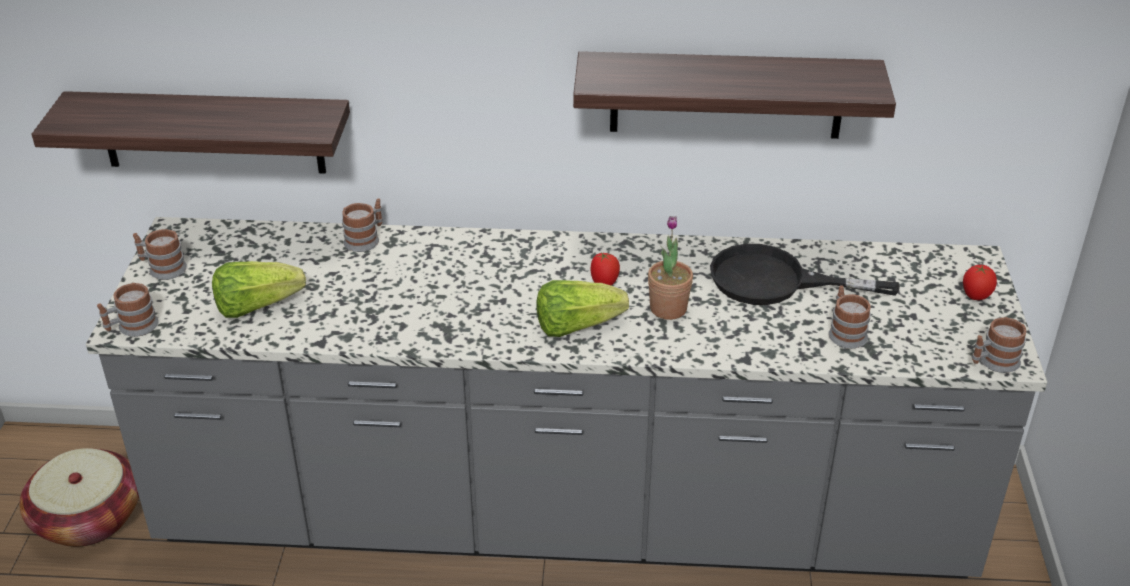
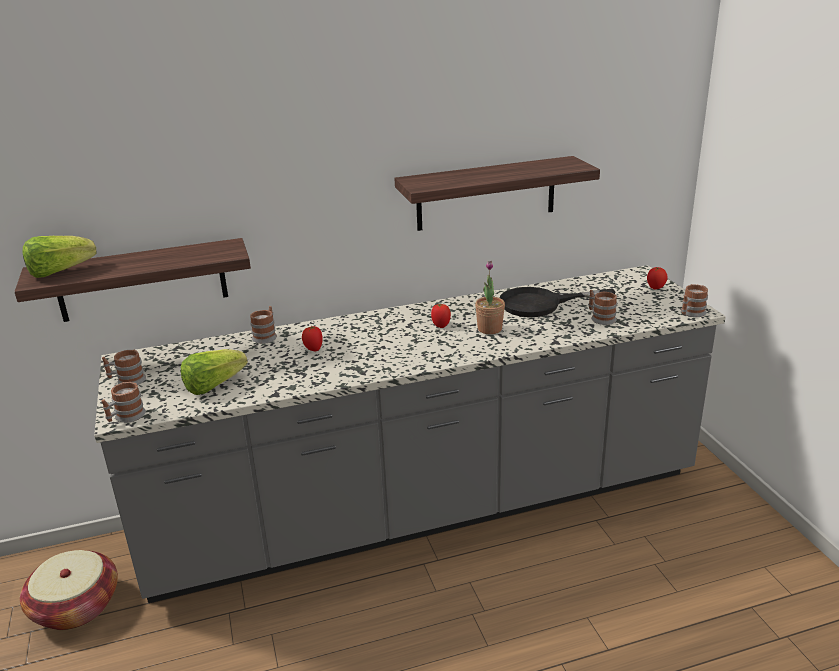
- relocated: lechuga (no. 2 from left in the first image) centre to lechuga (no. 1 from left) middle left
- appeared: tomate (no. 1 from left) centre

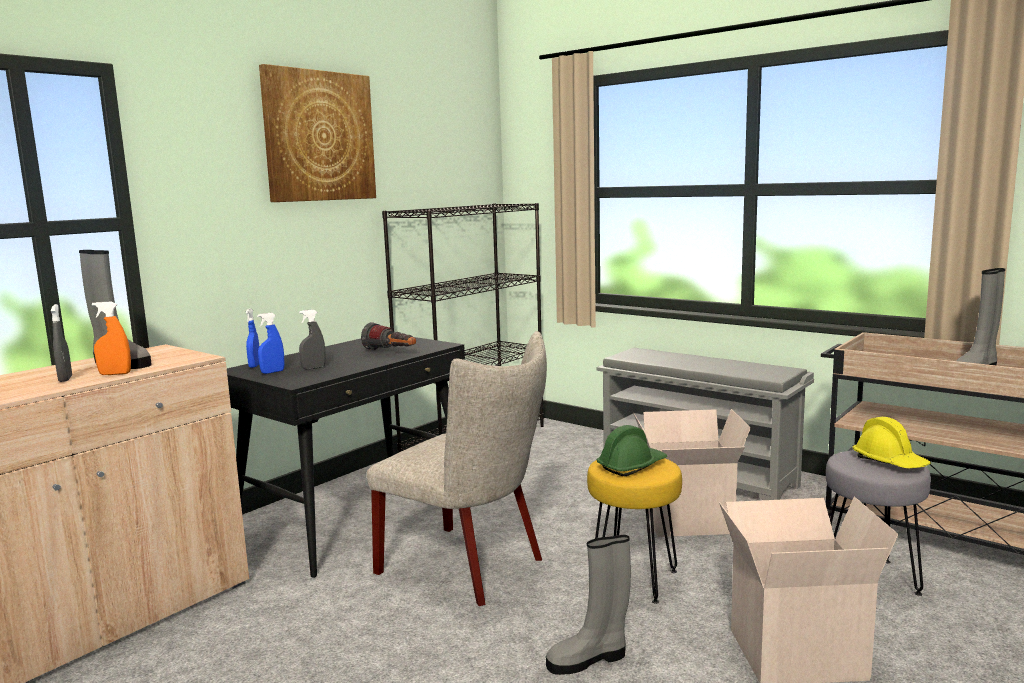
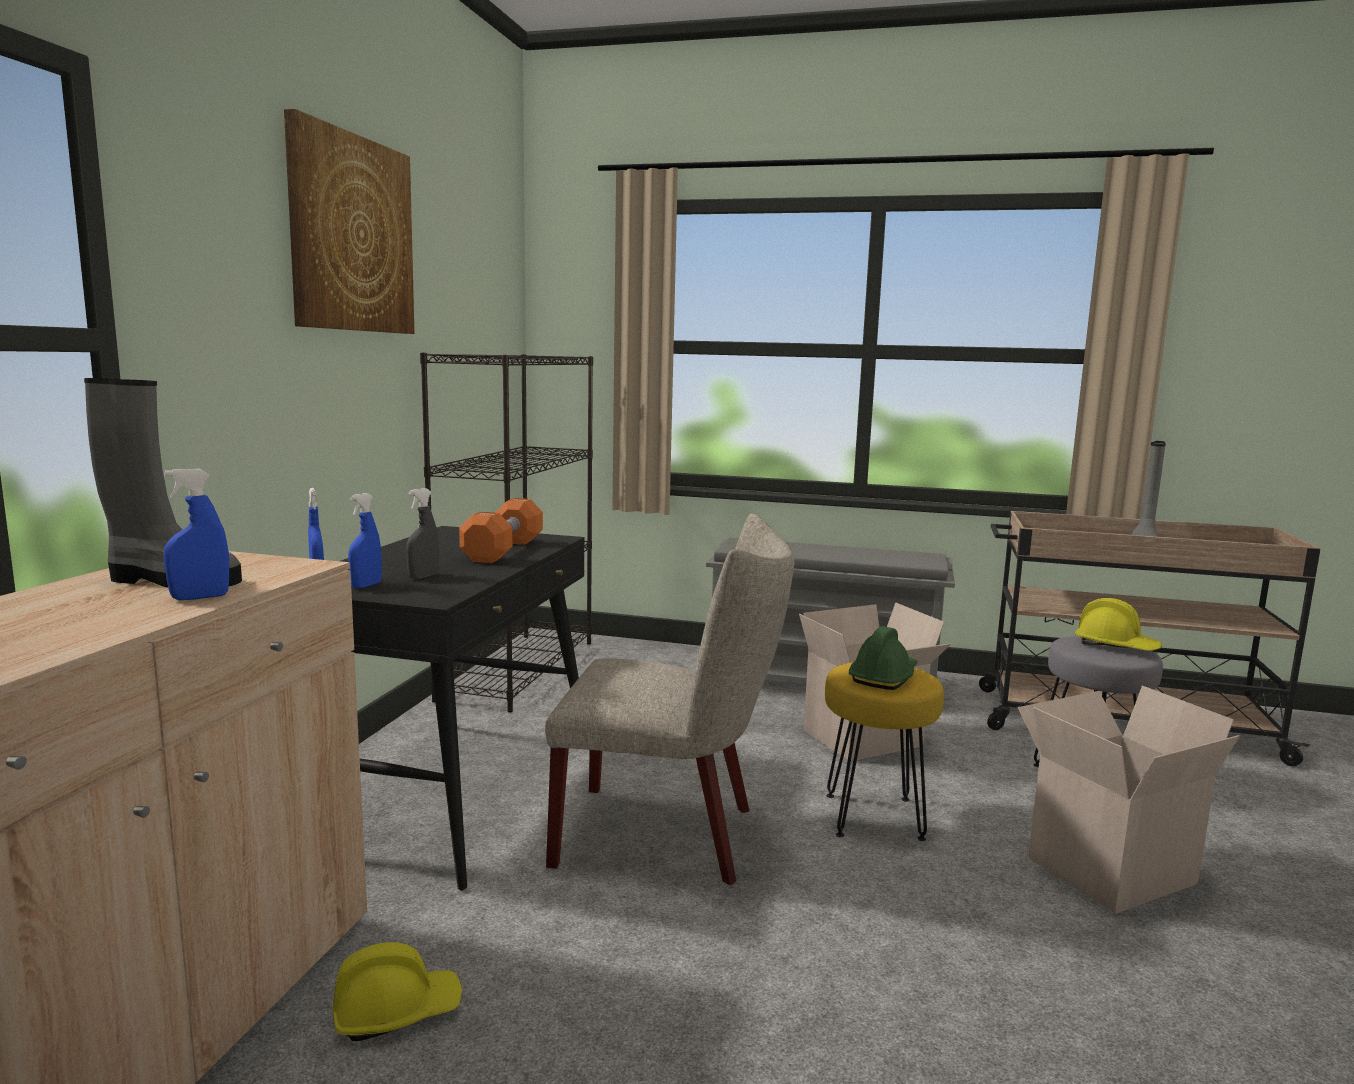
- colour: pulverizador [naranja] middle left to pulverizador [azul] (no. 1 from left) middle left
- appeared: casco [amarillo] (no. 1 from left) bottom left
- exchanged: linterna centre to mancuerna [naranja] centre
- missing: pulverizador [gris] (no. 1 from left) middle left
- missing: bota [gris] (no. 2 from left) bottom centre

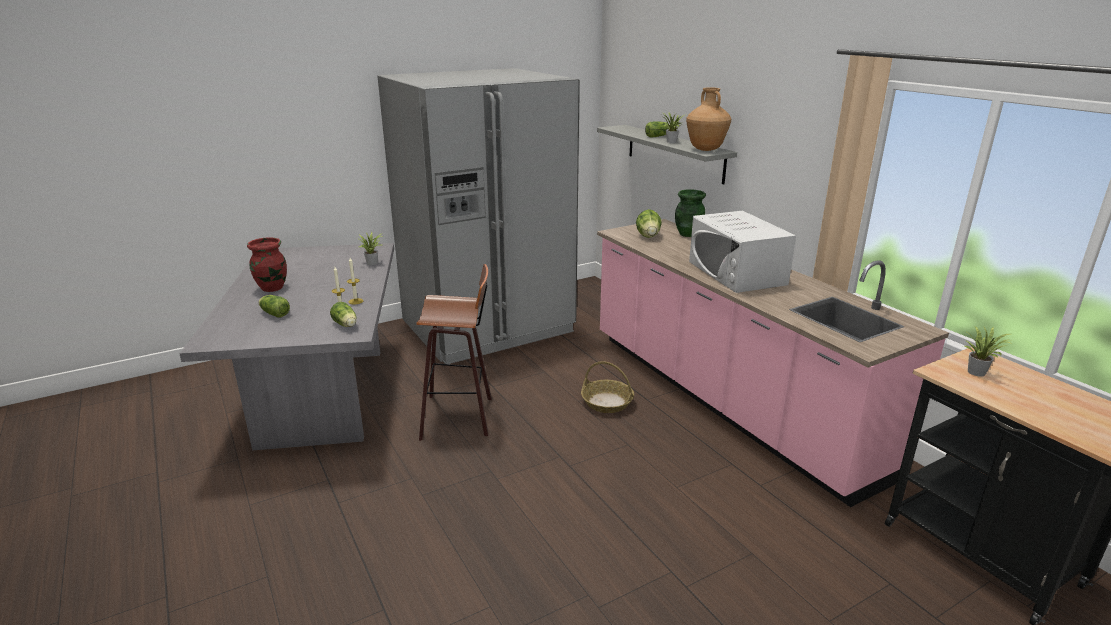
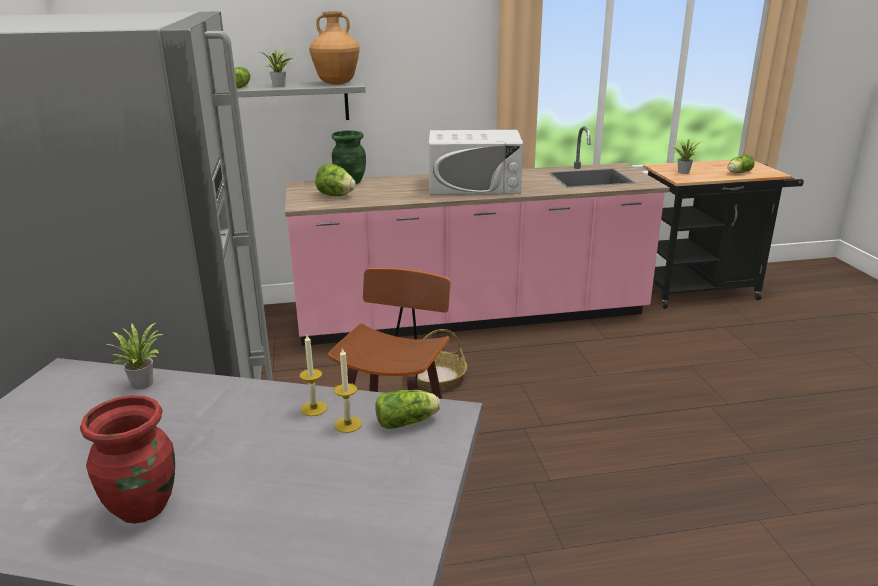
- relocated: lechuga (no. 1 from left in the first image) middle left to lechuga (no. 4 from left) top right

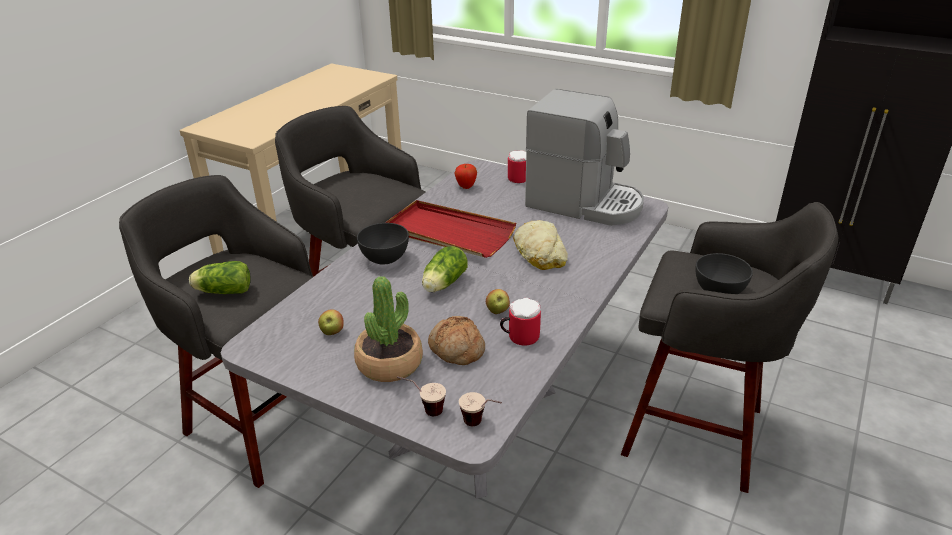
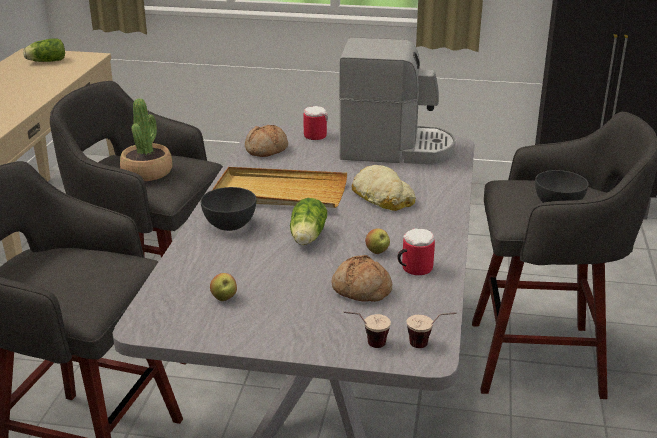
- relocated: lechuga (no. 1 from left) middle left to top left
- relocated: planta en maceta centre to top left
- colour: bandeja [rojo] centre to bandeja [beis] centre
- exchanged: manzana (no. 2 from left) top centre to pan (no. 1 from left) top centre

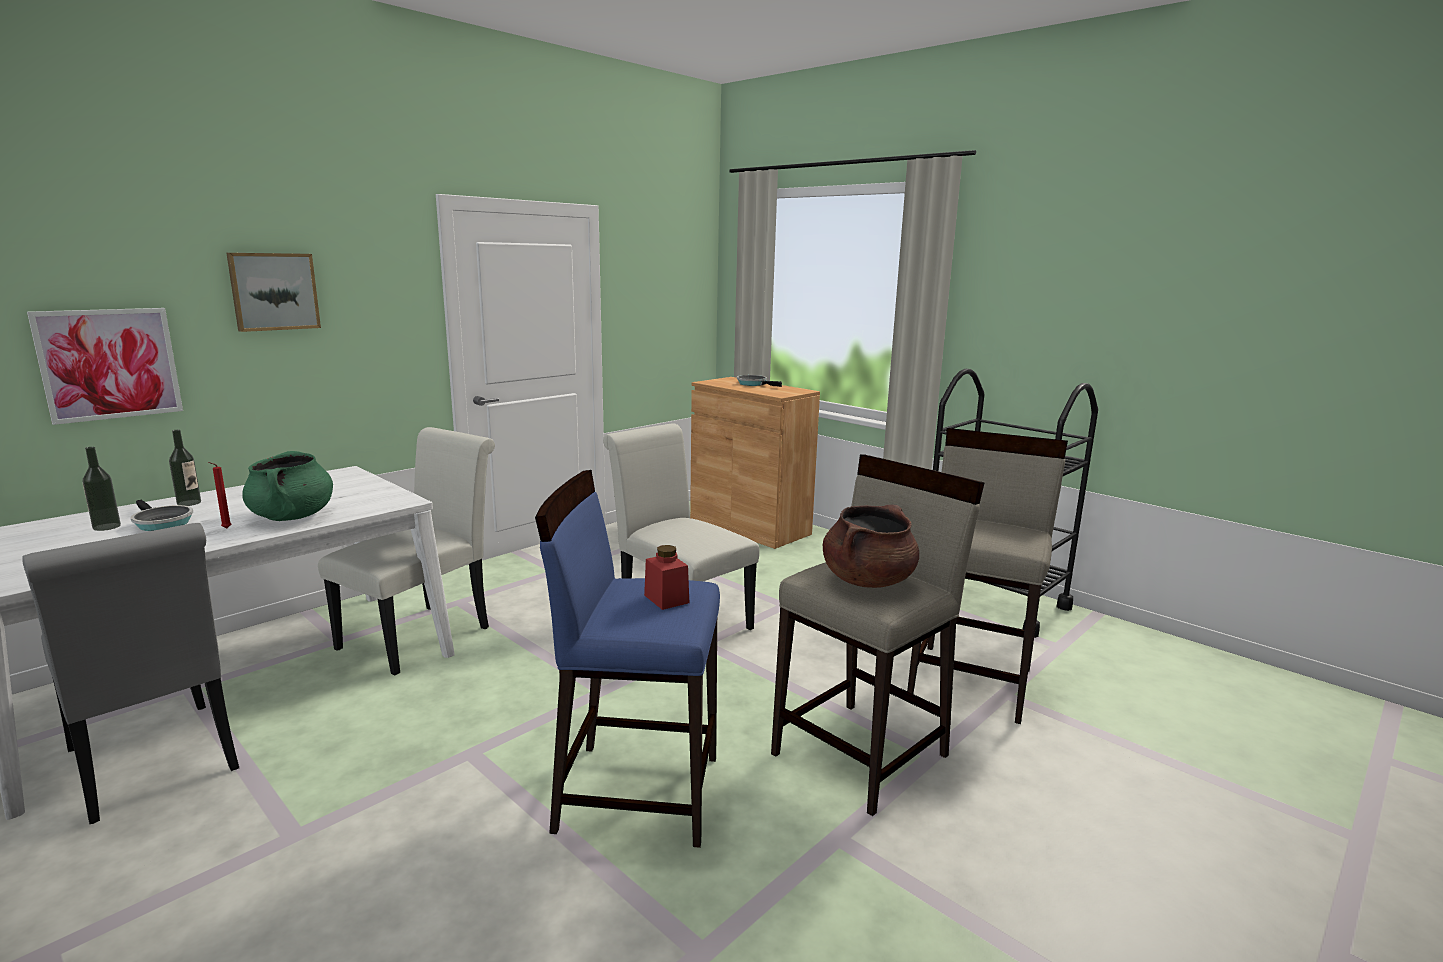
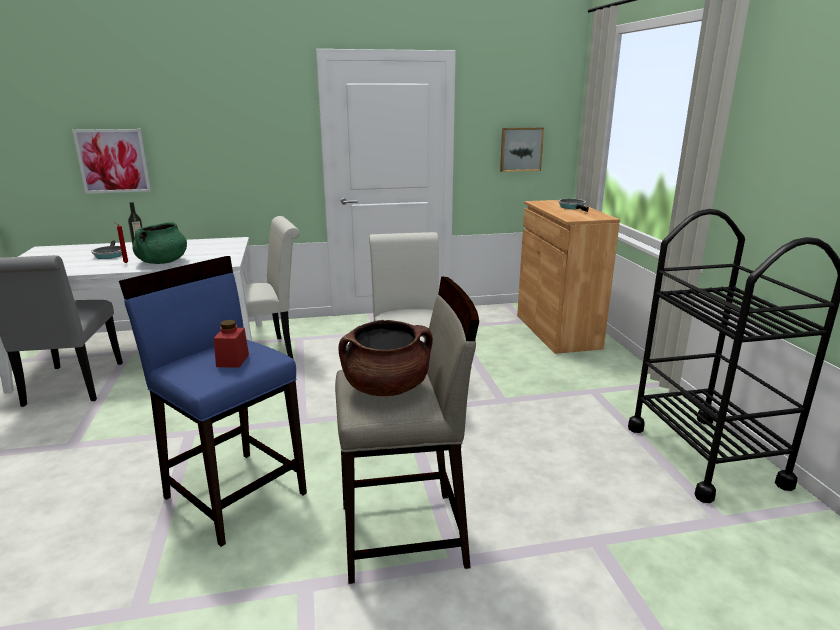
- relocated: cuadro (no. 2 from left) top left to top centre
- missing: botella (no. 1 from left) middle left
- missing: taburete [beis] (no. 2 from left) middle right

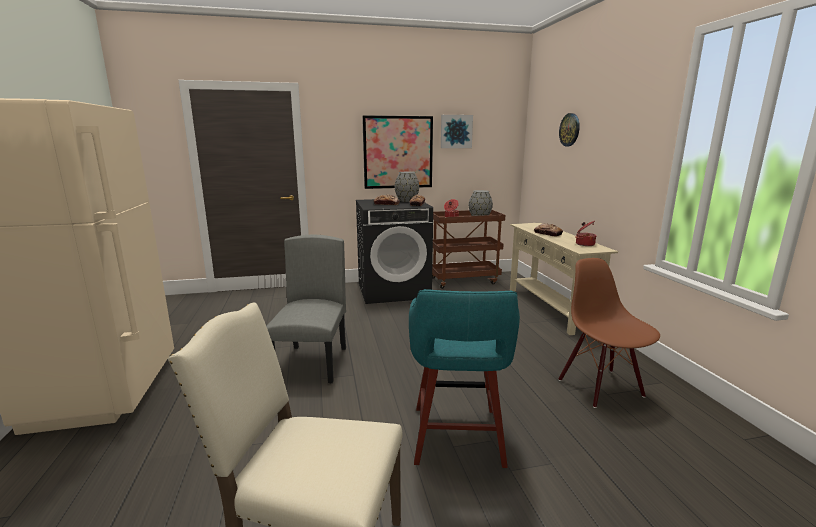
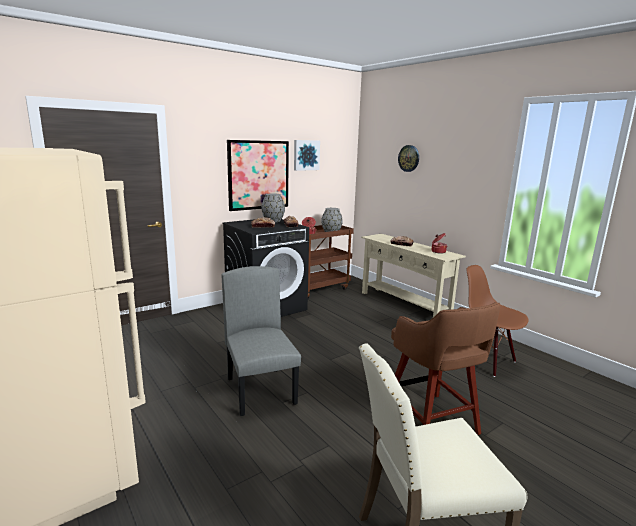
- colour: taburete [turquesa] bottom centre to taburete [marrón] bottom right

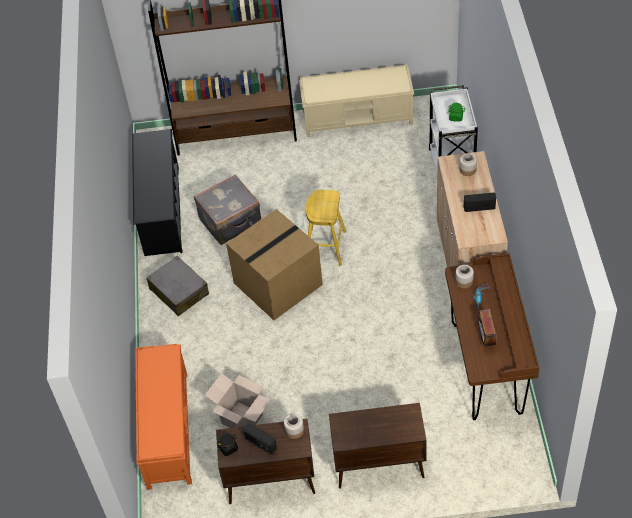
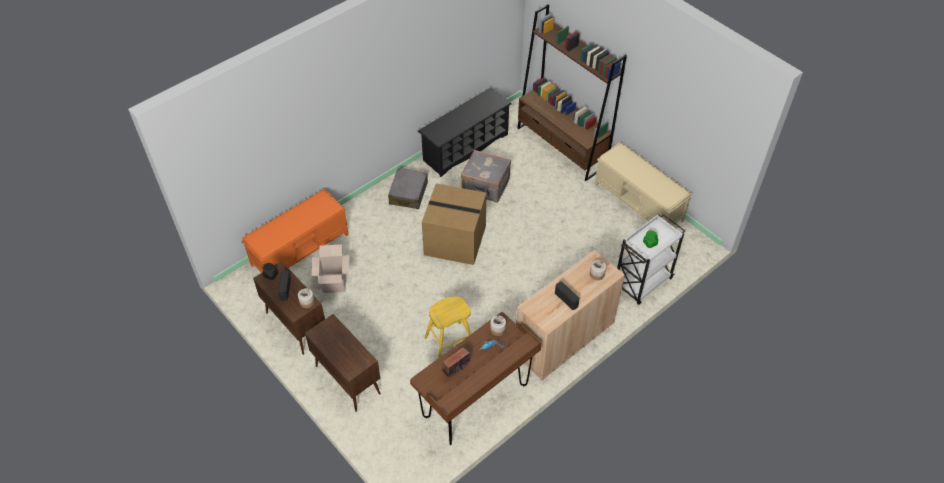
- relocated: taburete [amarillo] centre to bottom centre

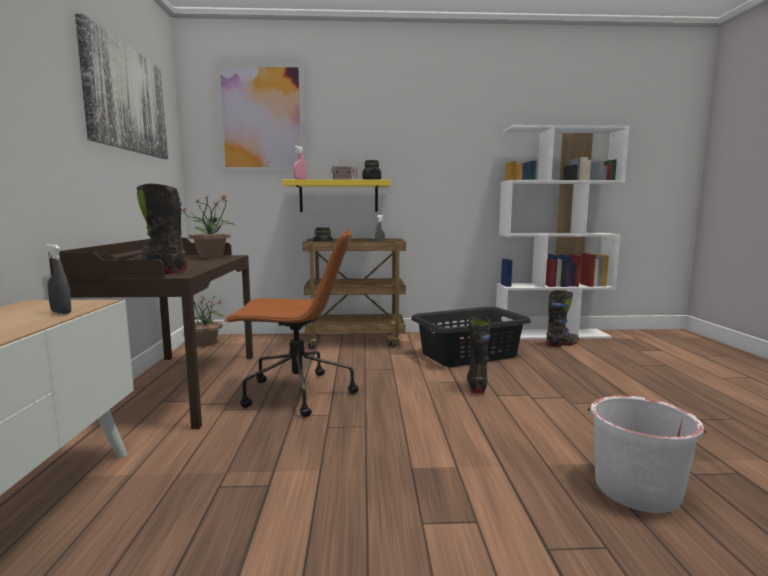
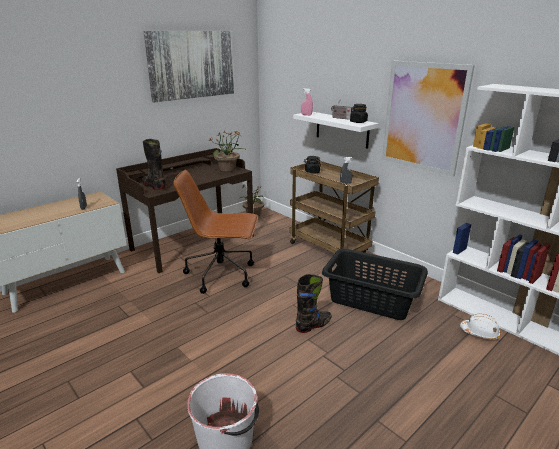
- spun: silla de oficina [marrón] centre = centre 135 degrees clockwise
- colour: estante [amarillo] centre to estante [blanco] top centre
- relocated: cuadro (no. 2 from left) top centre to top right
- exchanged: bota [negro] (no. 3 from left) middle right to casco [blanco] bottom right

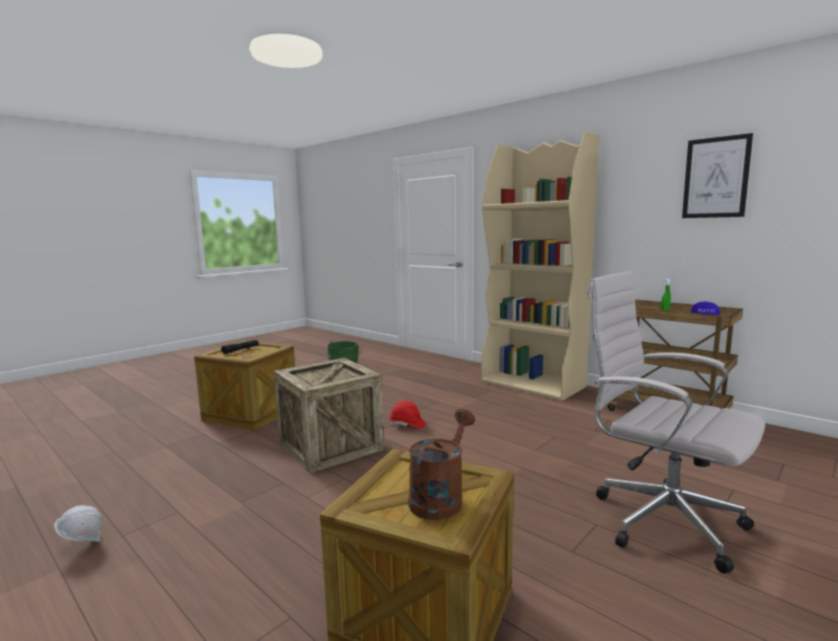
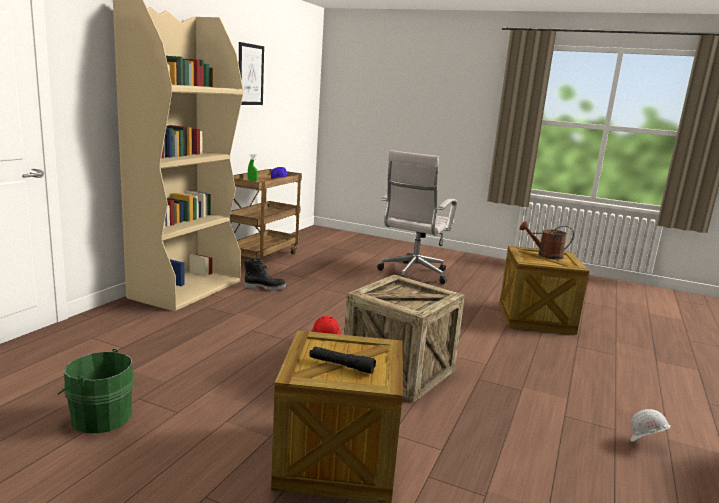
- appeared: bota [negro] centre

